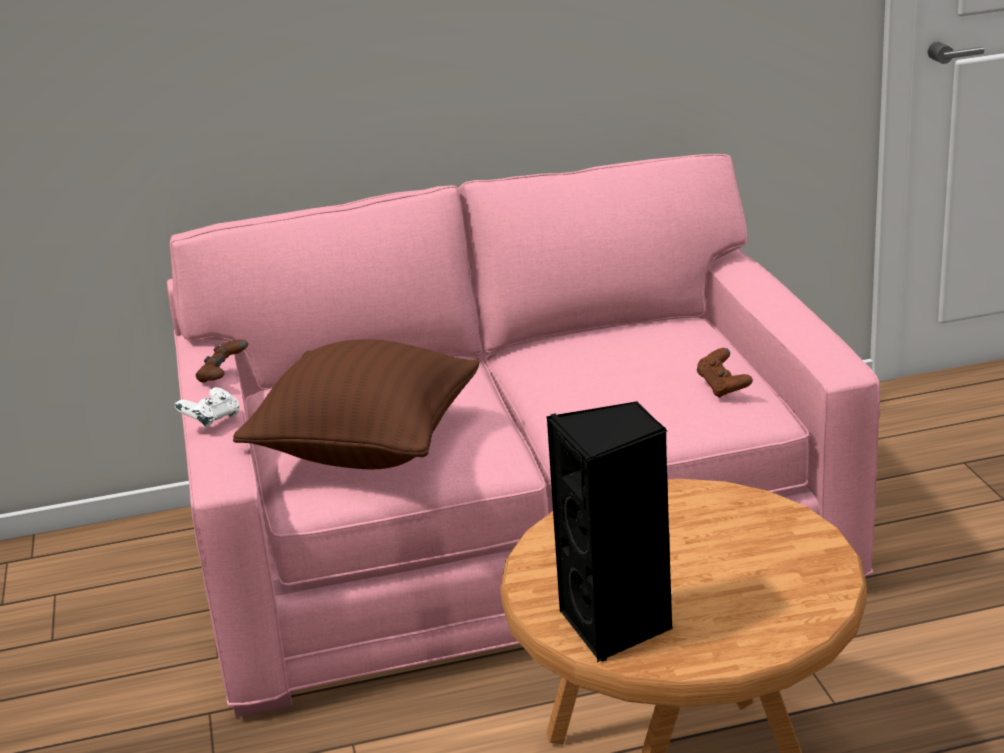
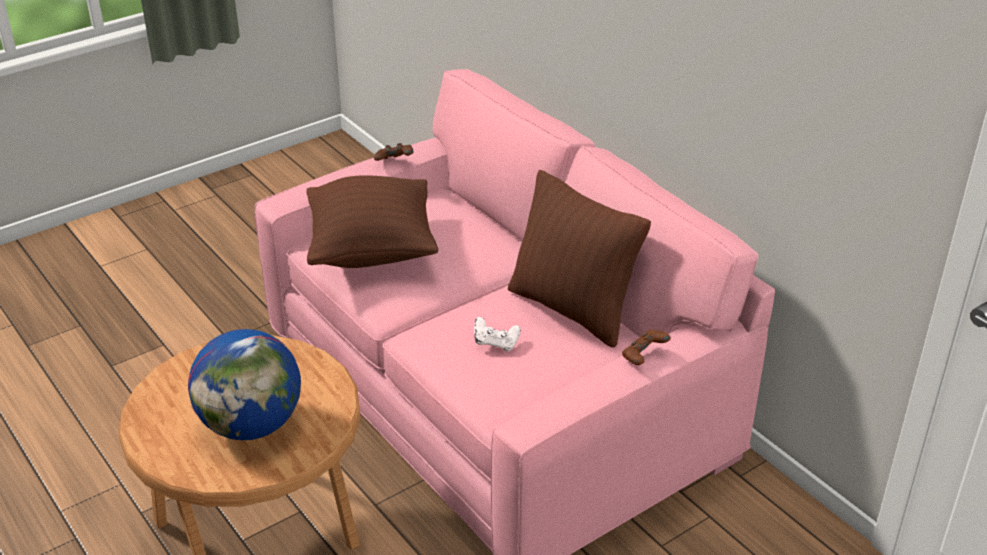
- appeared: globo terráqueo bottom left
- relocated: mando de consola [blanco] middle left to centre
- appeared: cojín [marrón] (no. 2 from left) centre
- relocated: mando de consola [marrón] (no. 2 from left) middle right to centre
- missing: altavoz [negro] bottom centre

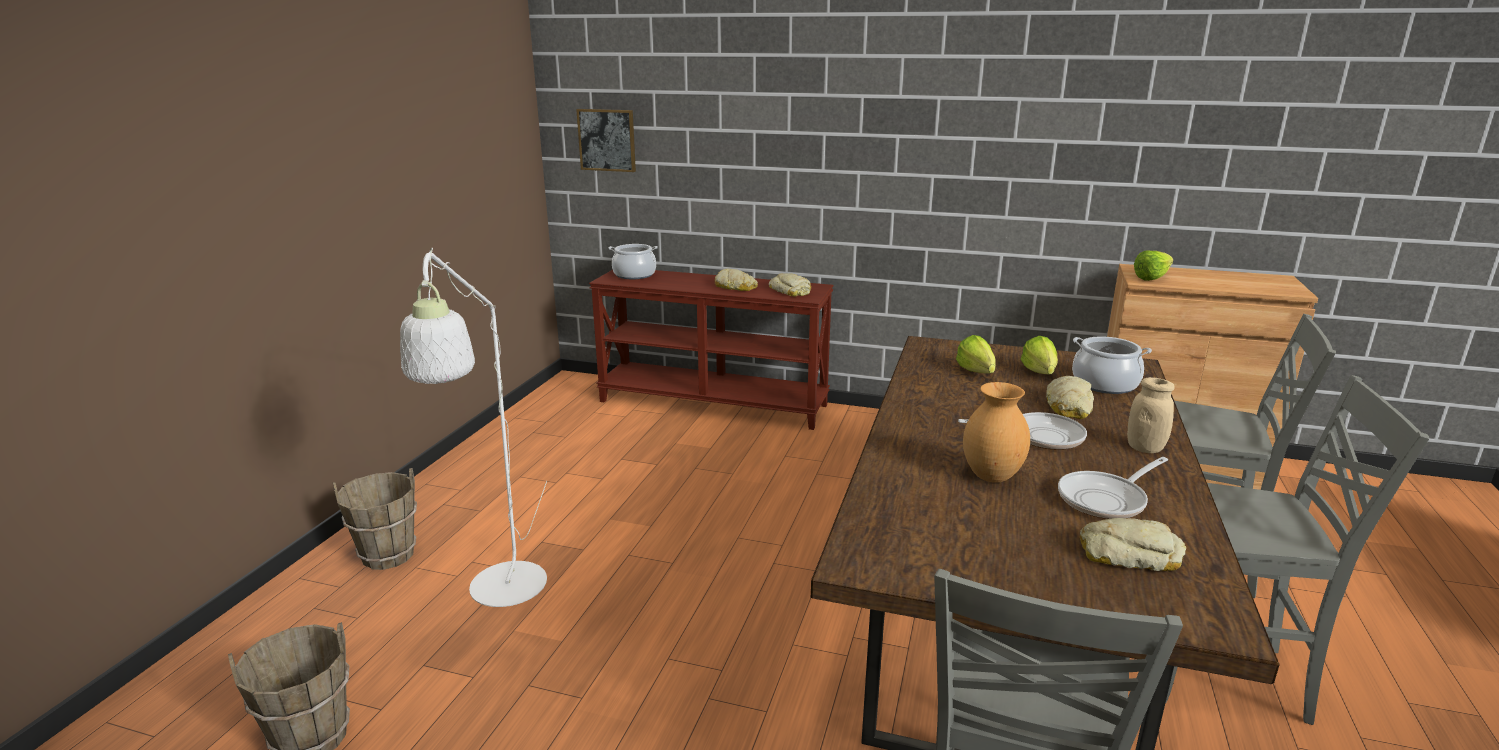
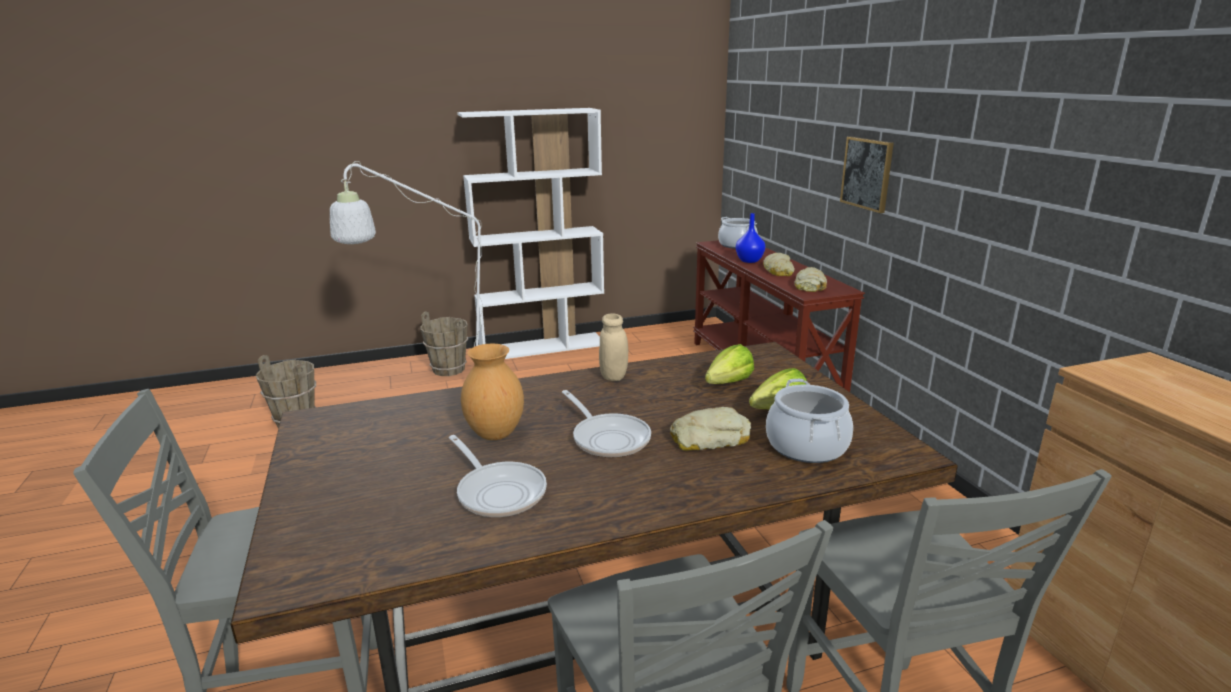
- spun: sartén (no. 2 from left in the first image) middle right = bottom centre 150 degrees counterclockwise
- appeared: estantería [blanco] centre
- relocated: tarro [beis] middle right to centre
- appeared: florero [azul] centre
- relocated: cuadro top centre to top right
- missing: pan (no. 4 from left) bottom right
- missing: lechuga (no. 3 from left) middle right

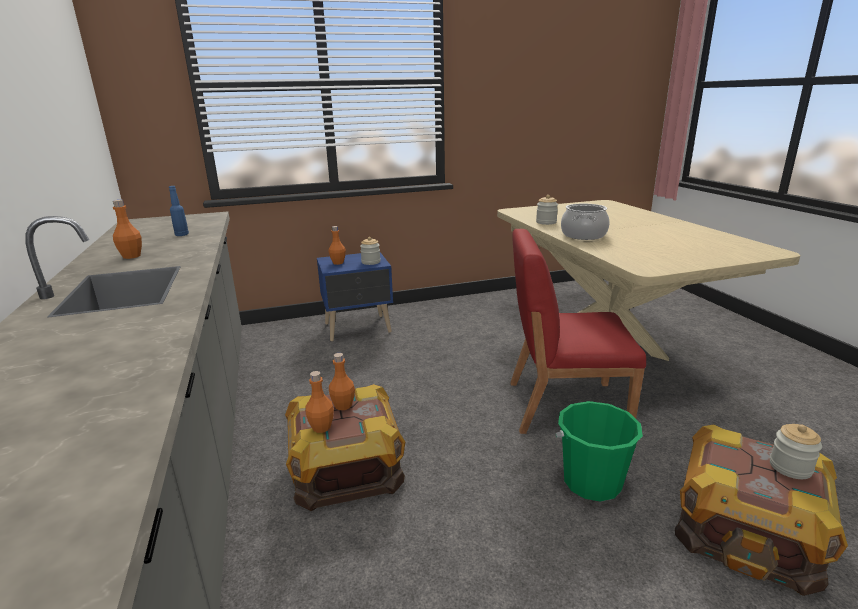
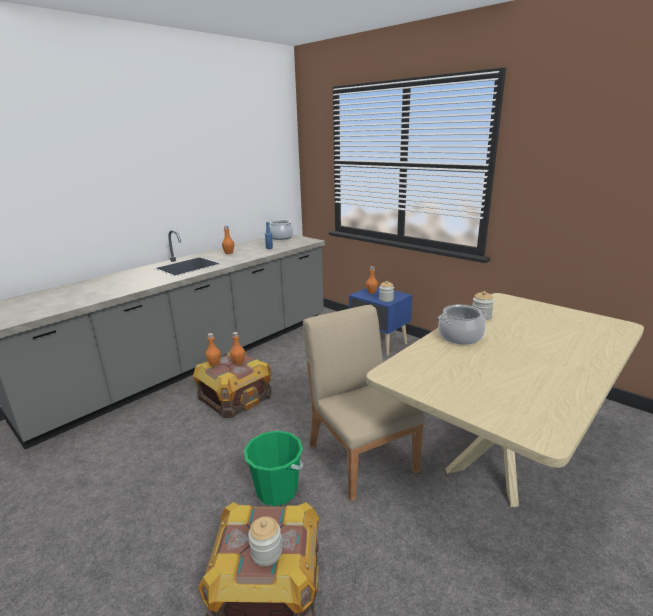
- appeared: olla (no. 1 from left) centre
- colour: silla [rojo] middle right to silla [beis] centre

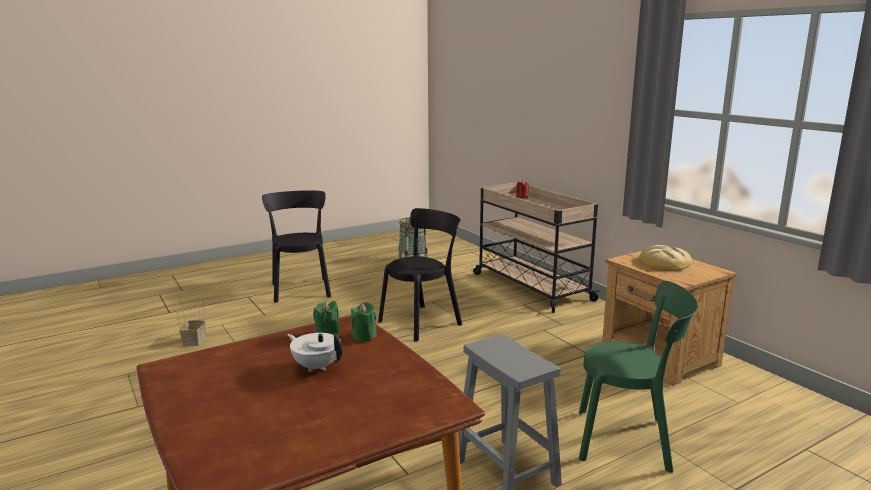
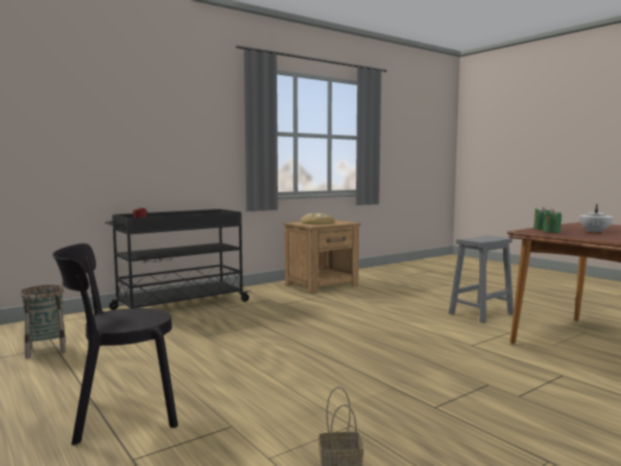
- colour: carrito [beis] centre to carrito [negro] middle left
- missing: silla [negro] (no. 2 from left) centre
- missing: silla [verde] bottom right

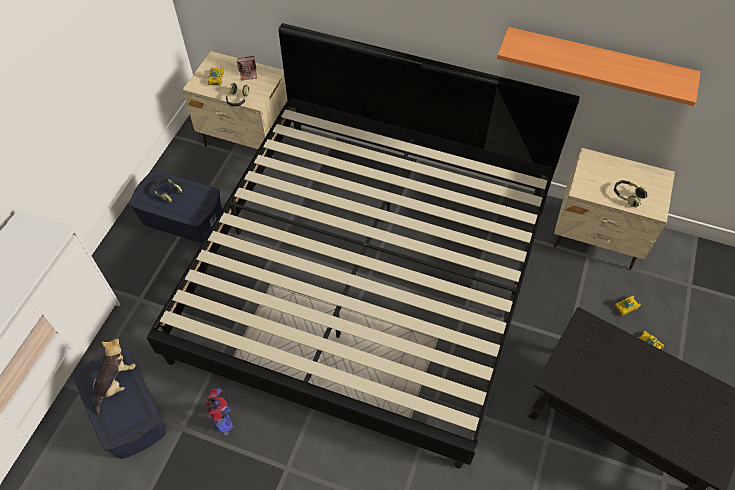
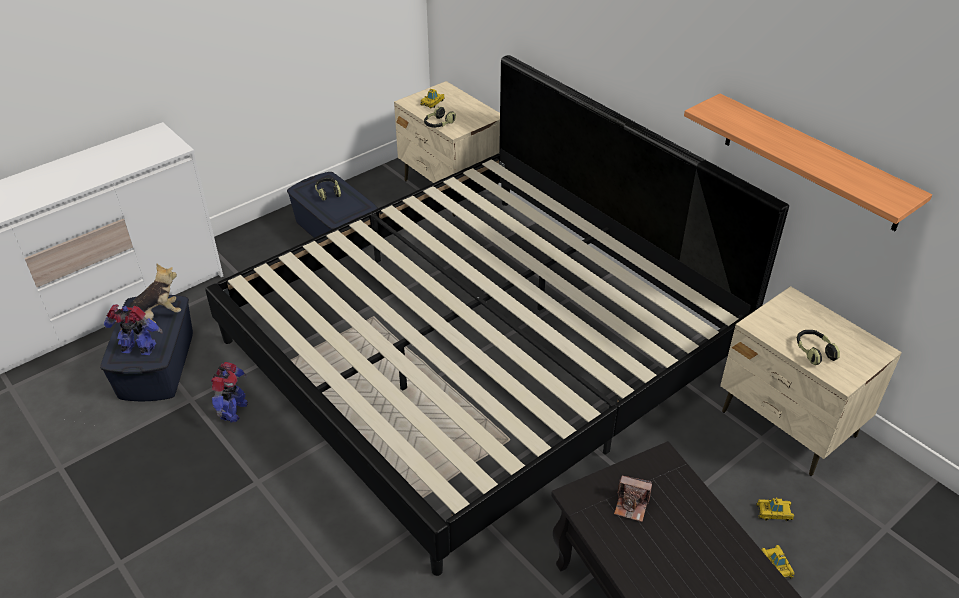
- appeared: robot de juguete (no. 1 from left) middle left
- relocated: cámara top centre to bottom centre

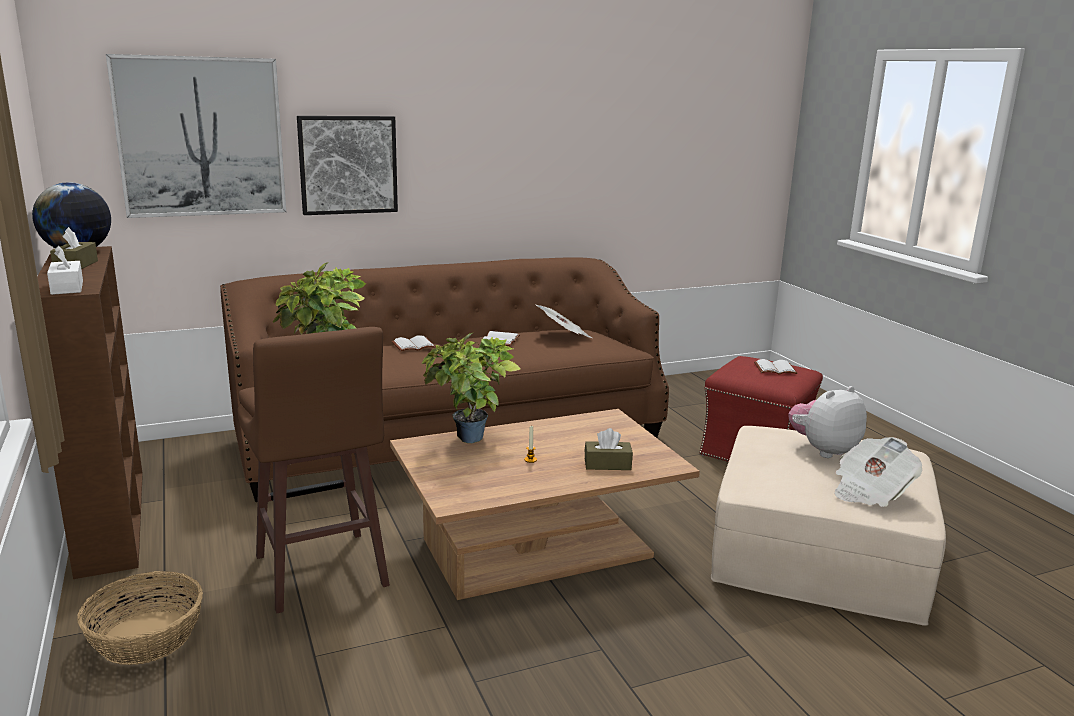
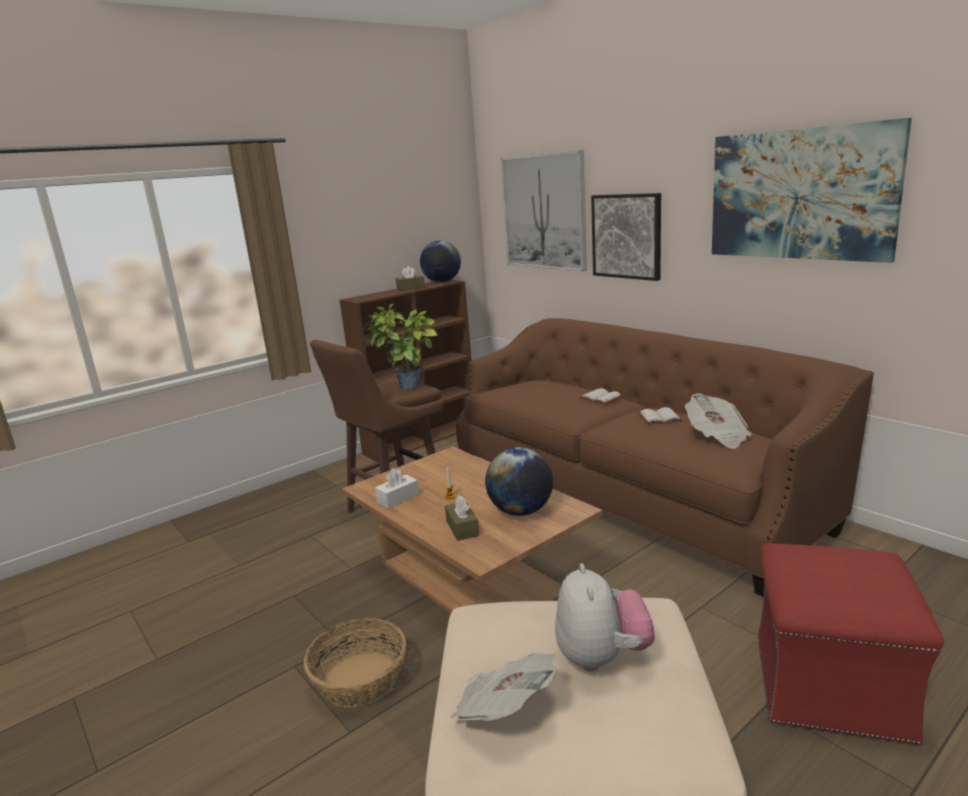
- relocated: cesta bottom left to bottom centre
- relocated: caja de pañuelos [blanco] middle left to centre
- appeared: globo terráqueo (no. 2 from left) centre
- spun: peluche middle right = bottom centre 45 degrees clockwise
- appeared: cuadro (no. 3 from left) top right
- missing: planta en maceta (no. 2 from left) centre
- missing: libro [blanco] (no. 3 from left) middle right

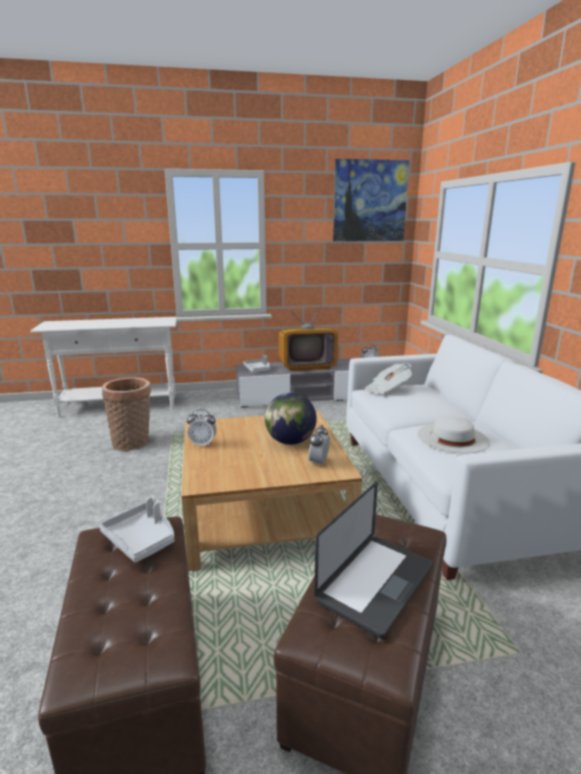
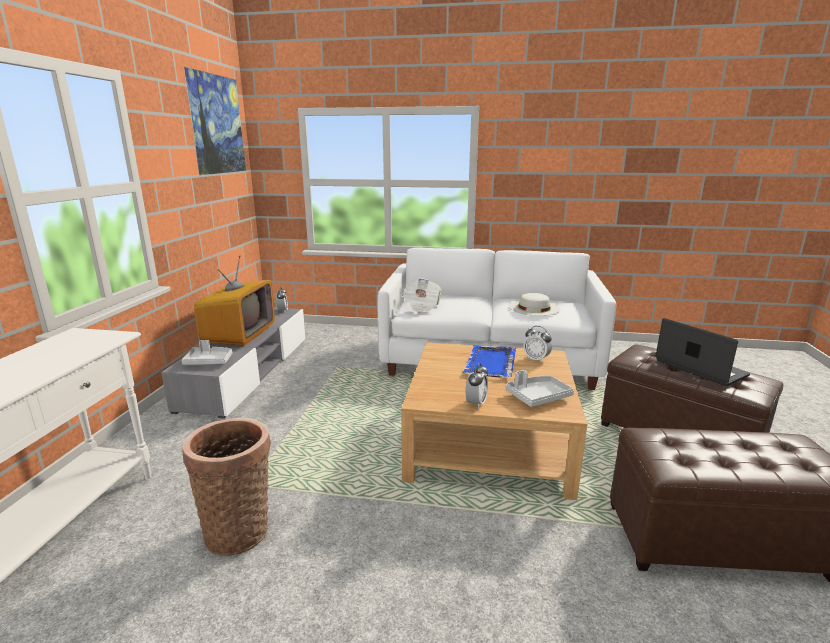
- exchanged: globo terráqueo centre to bandeja [azul] centre
- relocated: bandeja [gris] (no. 1 from left in the first image) bottom left to bandeja [gris] (no. 2 from left) centre

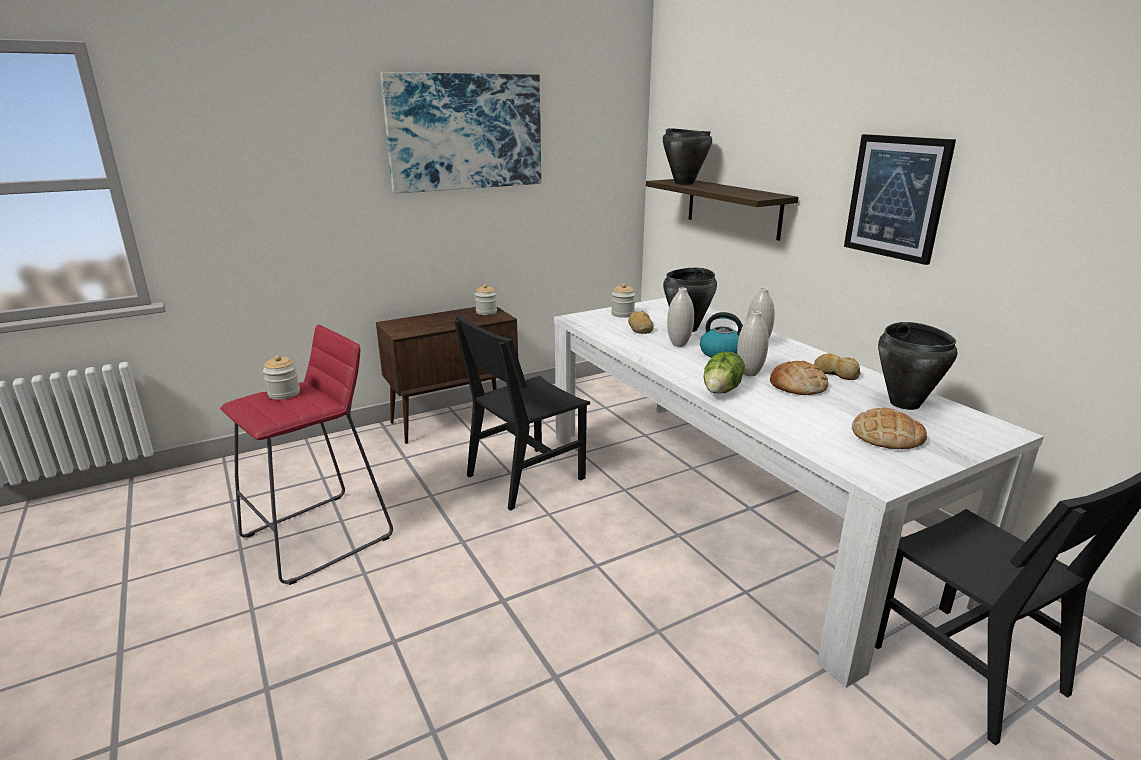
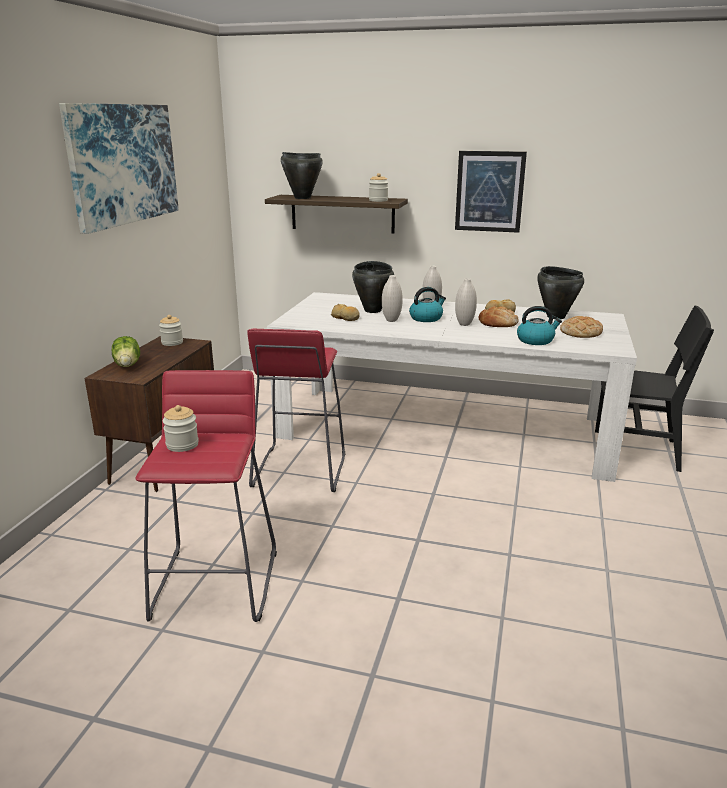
- relocated: lechuga centre to middle left
- exchanged: silla [negro] (no. 1 from left) centre to taburete [rojo] (no. 2 from left) centre
- relocated: tarro (no. 3 from left) centre to top centre
- appeared: hervidor (no. 2 from left) middle right

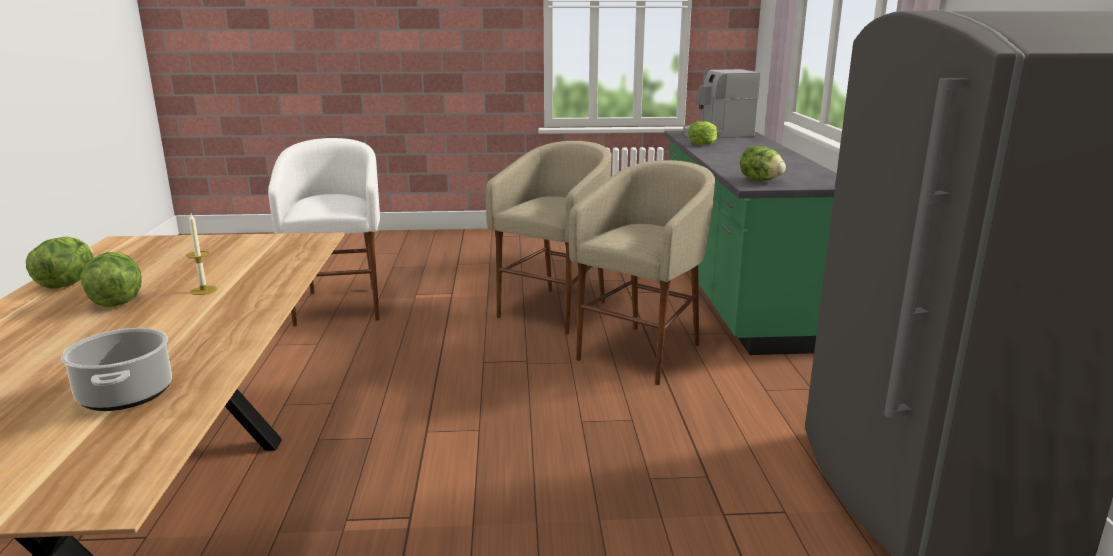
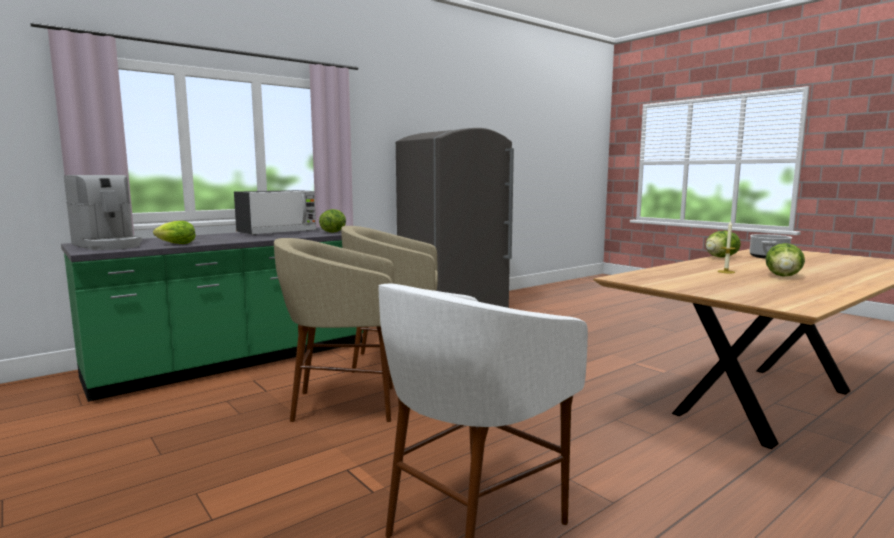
- appeared: microondas middle left
- relocated: lechuga (no. 1 from left in the first image) middle left to lechuga (no. 3 from left) middle right

